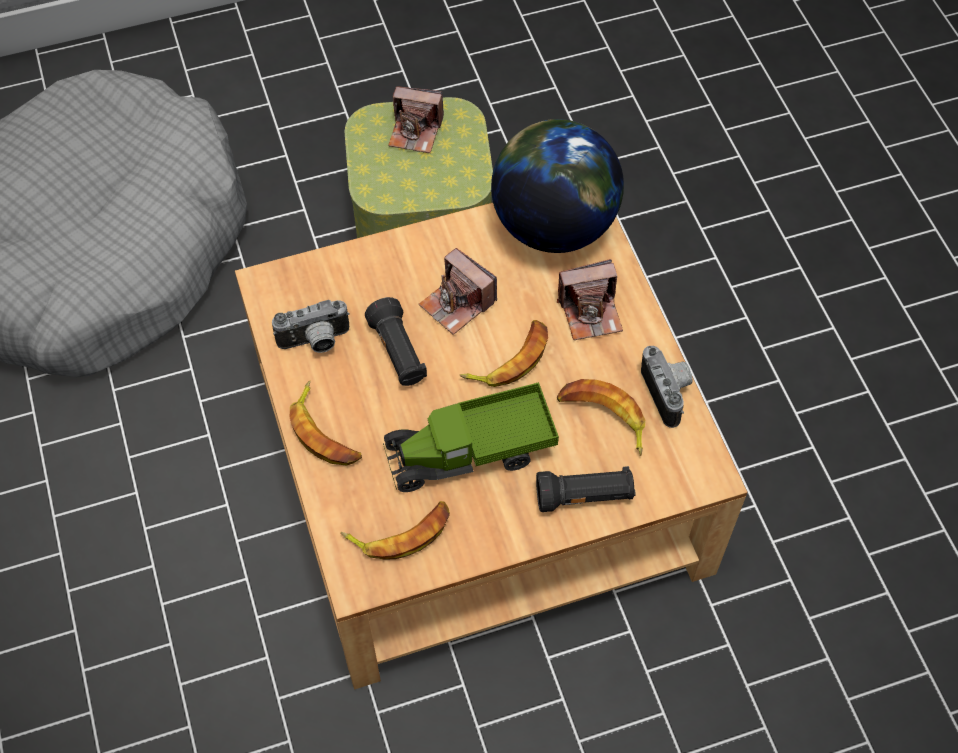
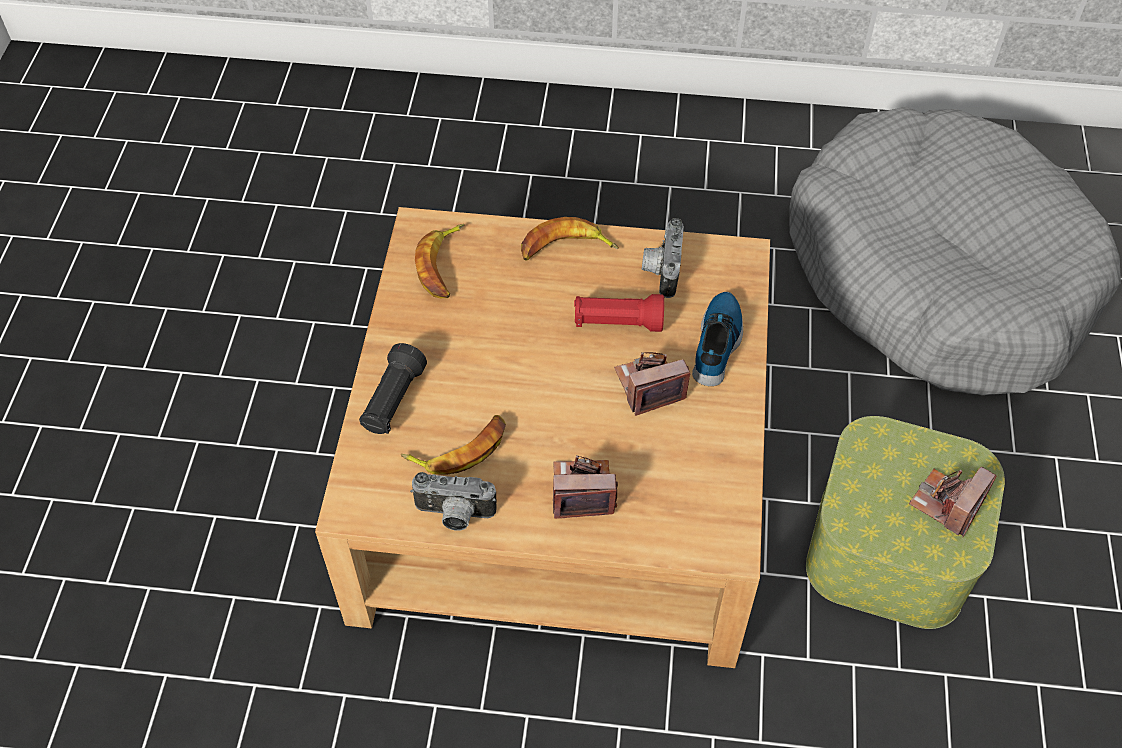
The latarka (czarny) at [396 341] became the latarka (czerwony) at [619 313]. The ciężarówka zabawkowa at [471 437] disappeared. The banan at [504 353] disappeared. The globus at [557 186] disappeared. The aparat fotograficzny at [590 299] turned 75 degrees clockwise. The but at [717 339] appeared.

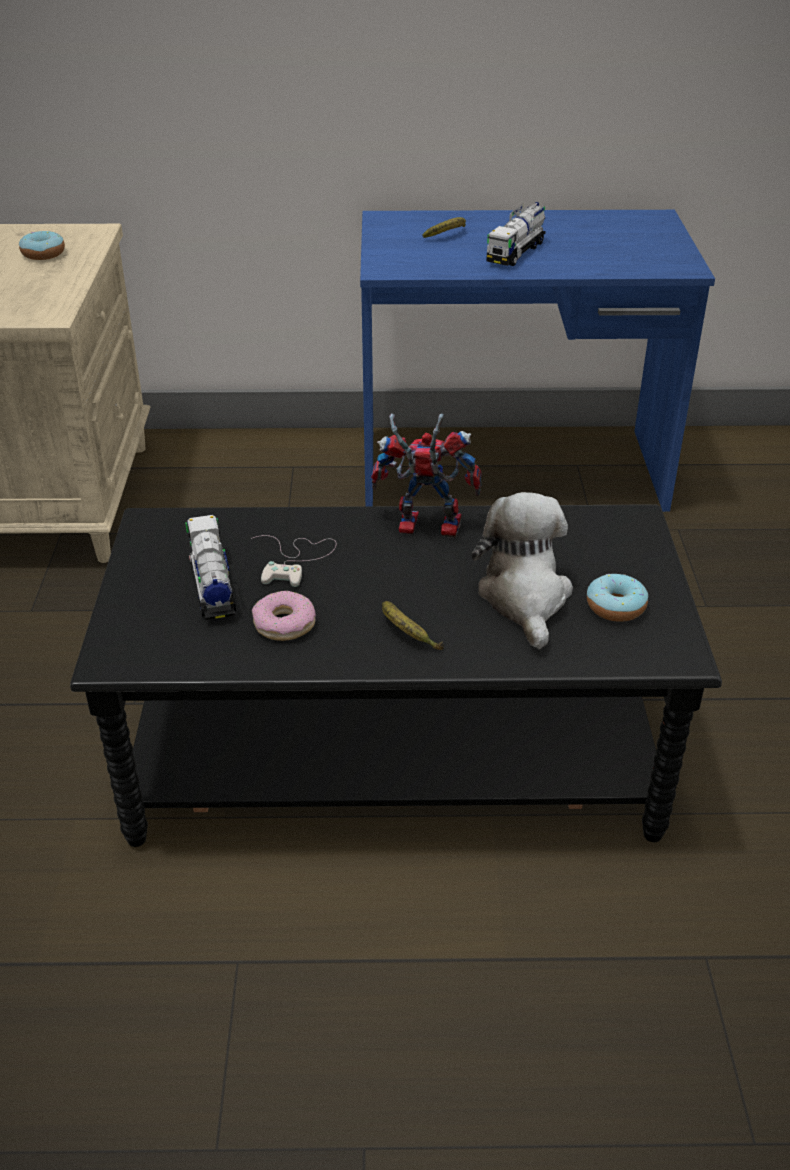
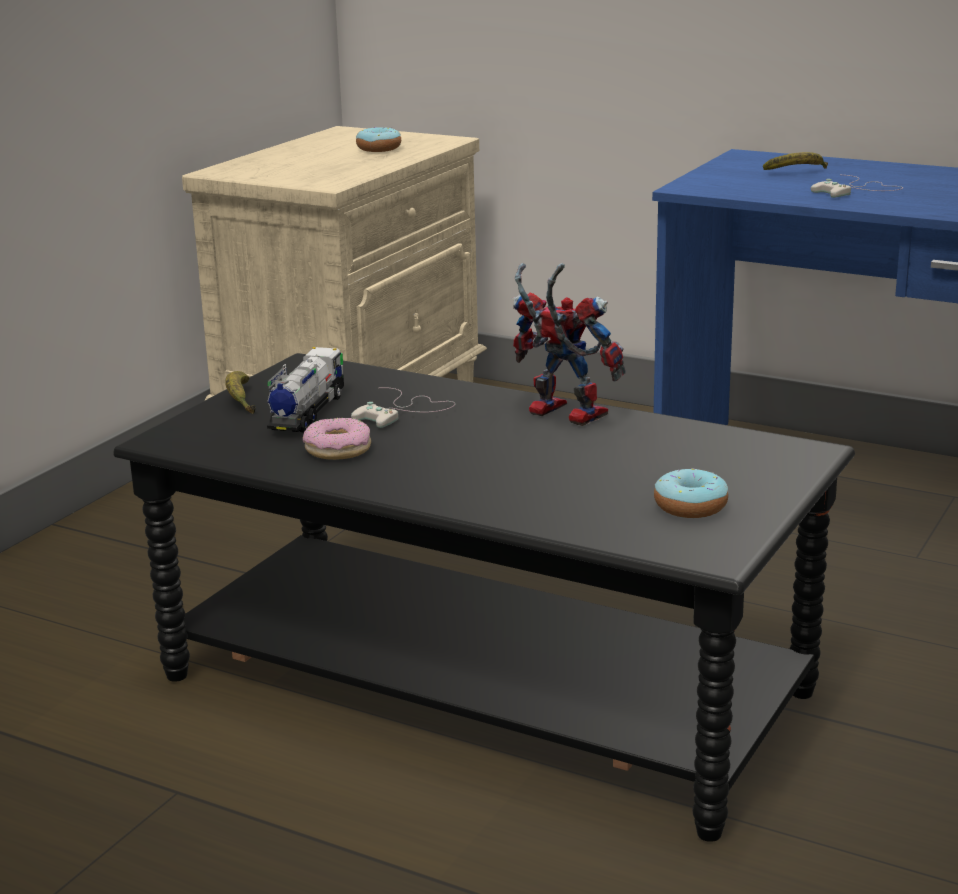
The banan moved from [413 625] to [240 392]. The pluszak at [522 571] disappeared. The ciężarówka zabawkowa at [516 234] was replaced by the pad do gier (biały) at [857 186].

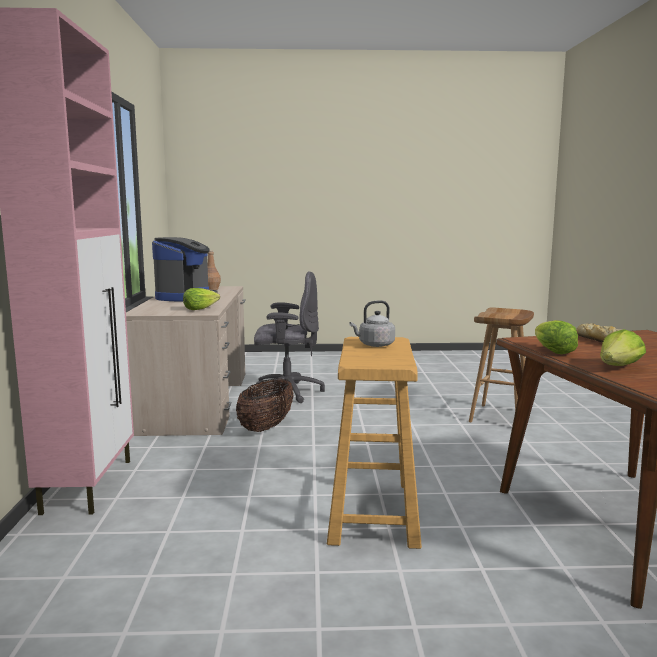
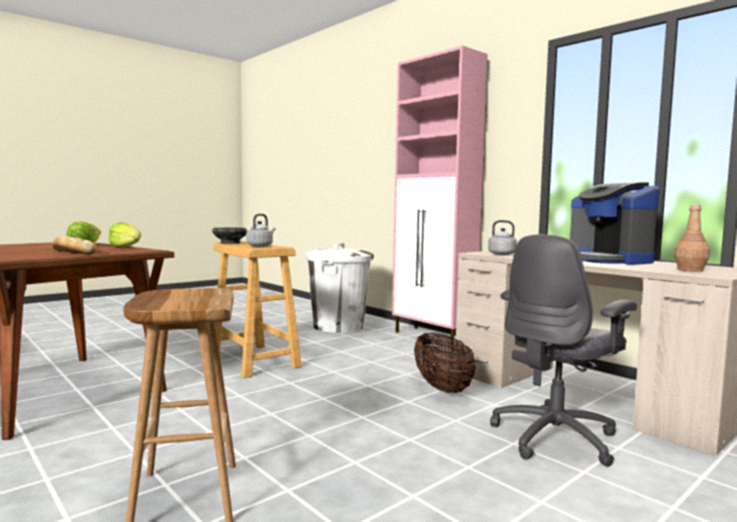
The sałata at [201 299] was replaced by the czajnik (szary) at [507 237]. The miska (czarny) at [230 235] appeared. The kosz na śmieci (biały) at [339 288] appeared.

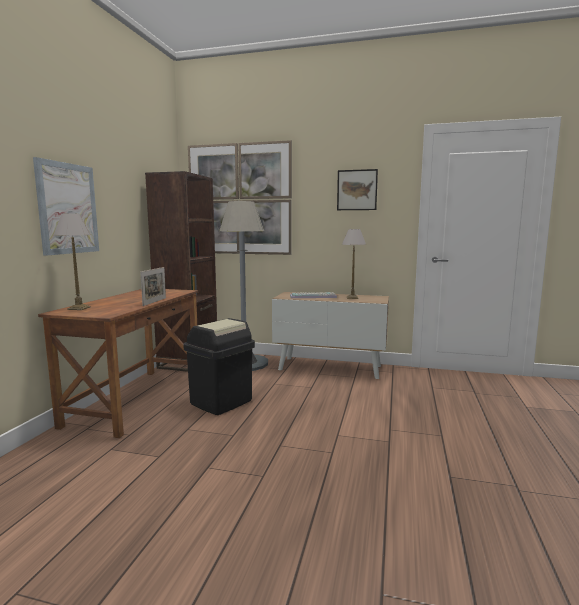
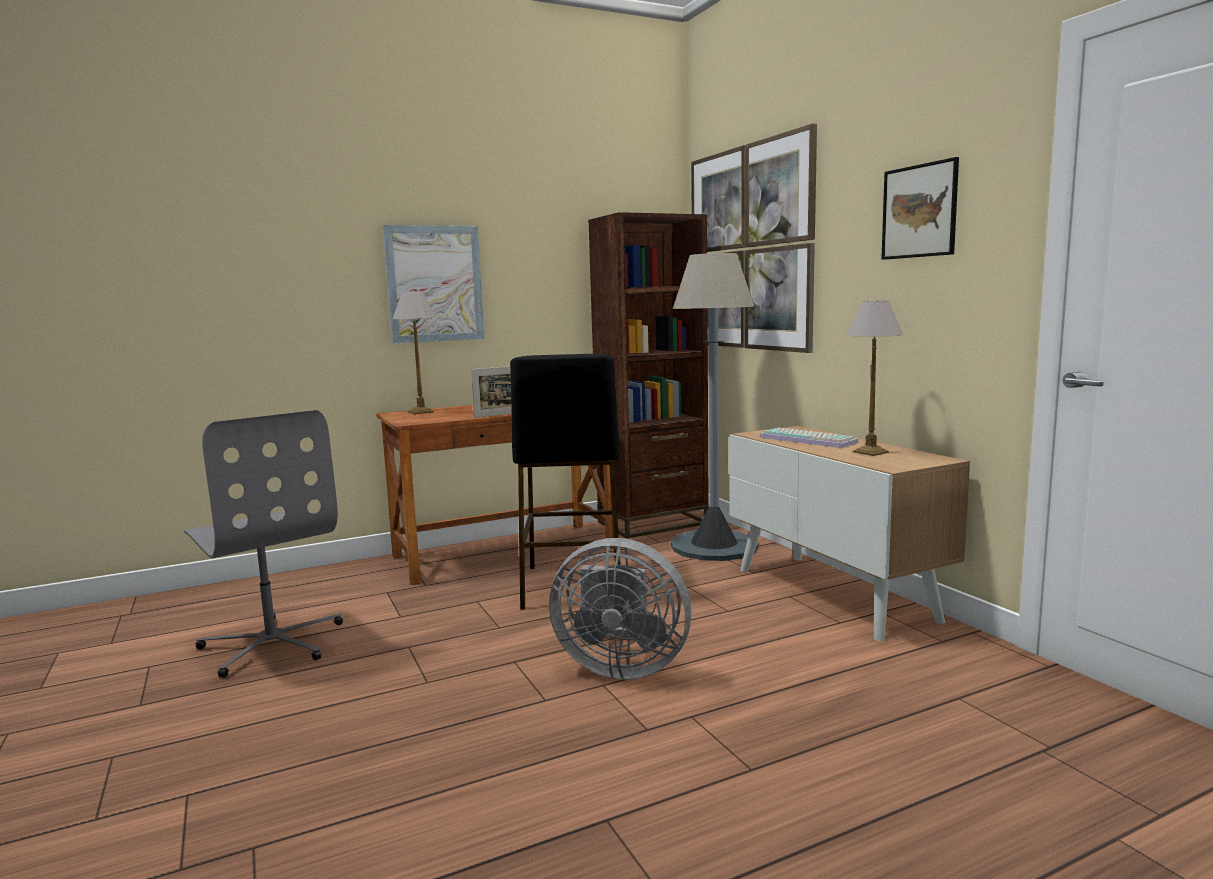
The kosz na śmieci (czarny) at [219 366] was replaced by the stołek (czarny) at [565 482]. The krzesło biurowe (szary) at [263 544] appeared. The wentylator (szary) at [620 609] appeared.

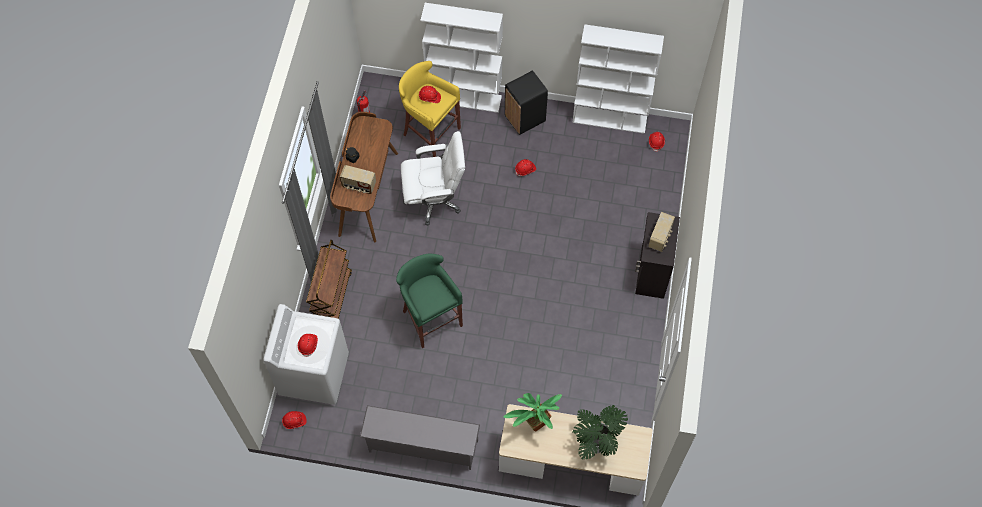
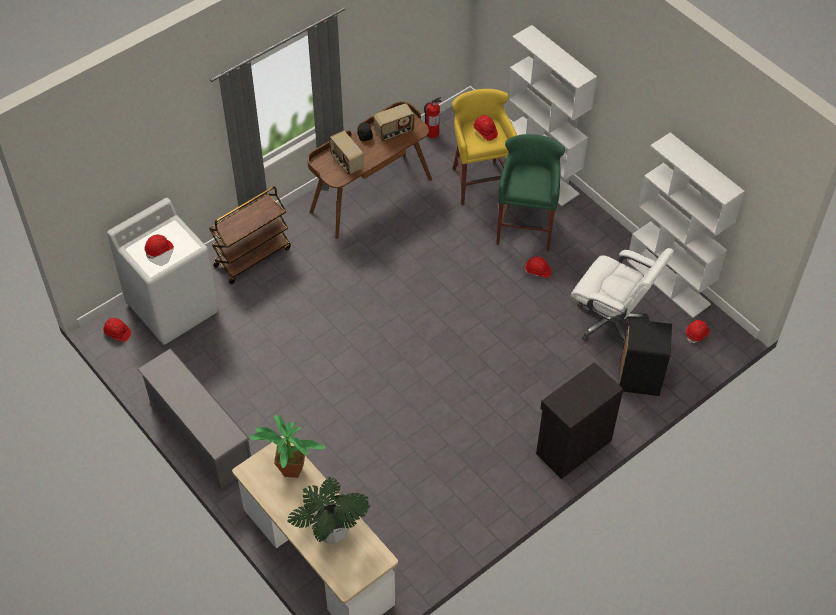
The stołek (zielony) moved from [429 301] to [530 192]. The krzesło biurowe (biały) moved from [433 178] to [622 297]. The kosz na śmieci (czarny) moved from [526 103] to [645 357]. The radio moved from [661 232] to [394 122].

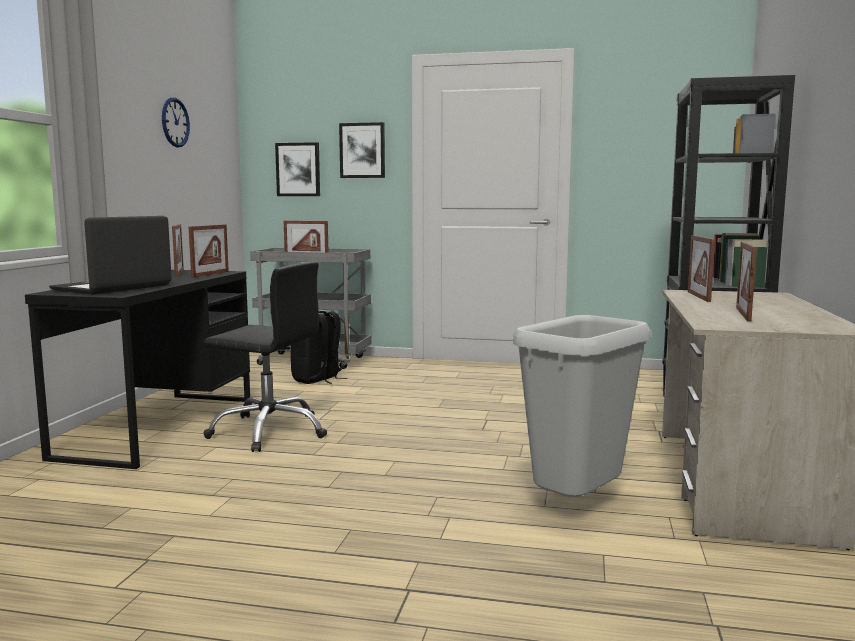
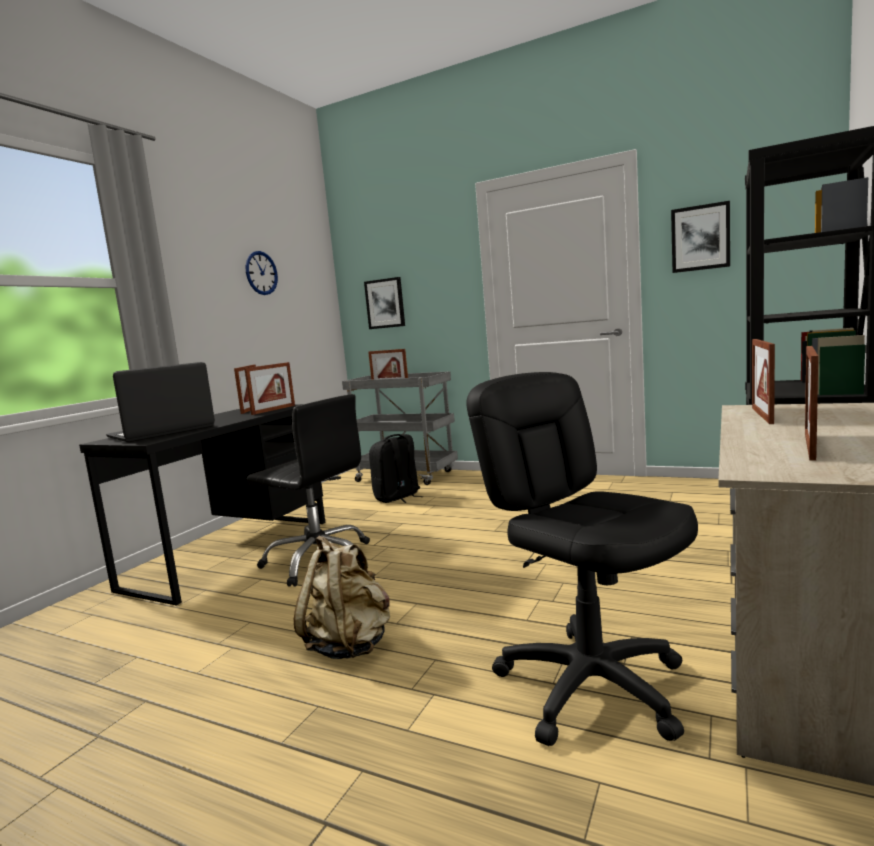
The obraz moved from [362 150] to [700 237]. The kosz na śmieci (szary) at [582 406] was replaced by the krzesło biurowe (czarny) at [582 559]. The plecak (beżowy) at [342 597] appeared.

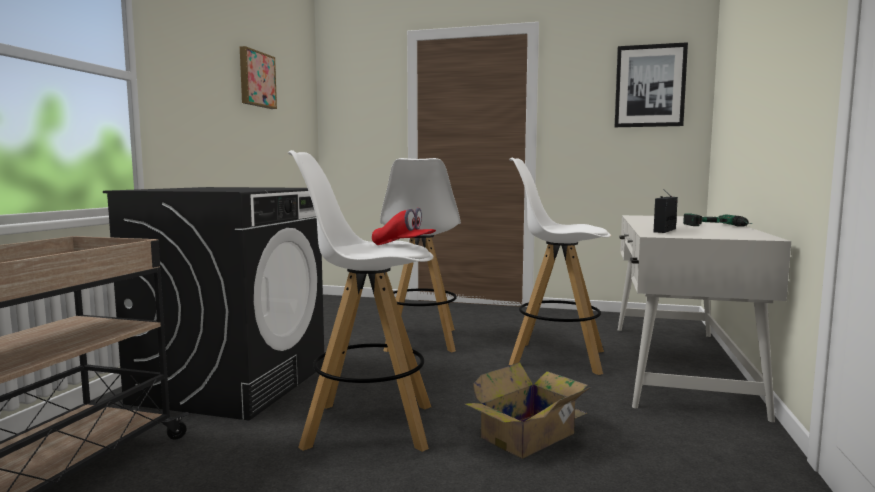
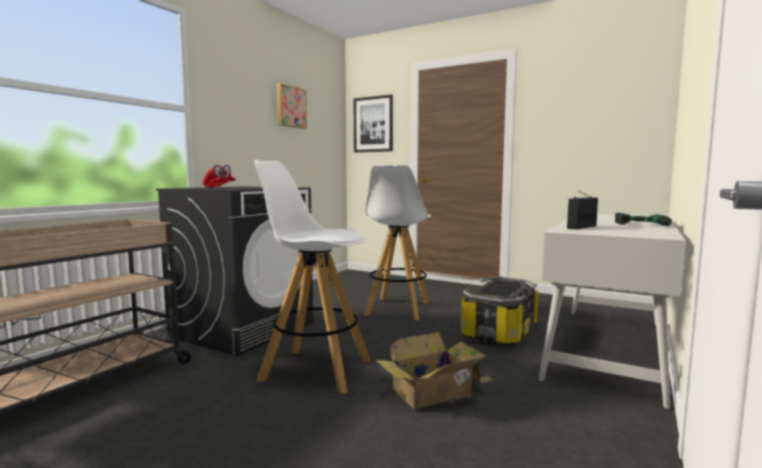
The czapka z daszkiem (czerwony) moved from [404 226] to [219 176]. The stołek (biały) at [560 266] was replaced by the pojemnik do przechowywania at [499 311]. The obraz moved from [651 84] to [373 123].

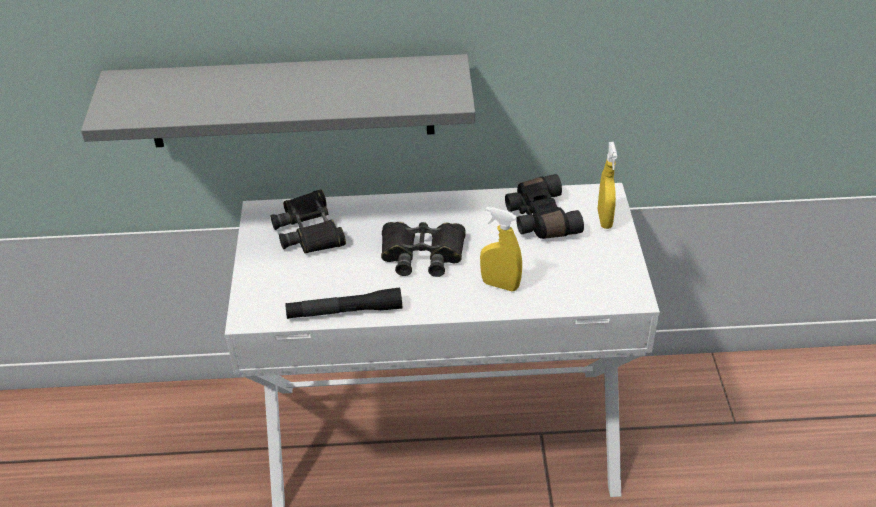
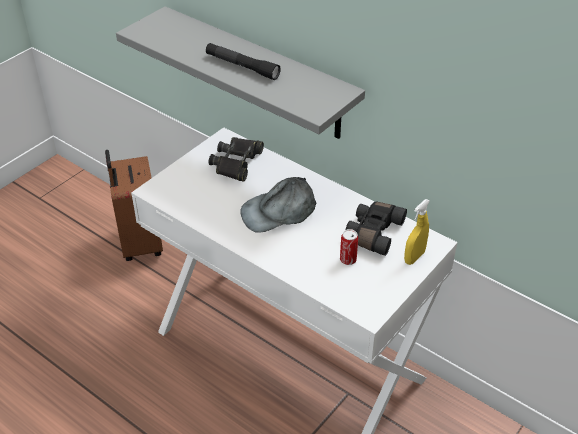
The latarka (czarny) moved from [343 303] to [243 61]. The lornetka (czarny) at [423 249] was replaced by the czapka z daszkiem (szary) at [278 205]. The spryskiwacz (żółty) at [501 249] disappeared. The walizka (brązowy) at [134 205] appeared. The puszka at [349 247] appeared.

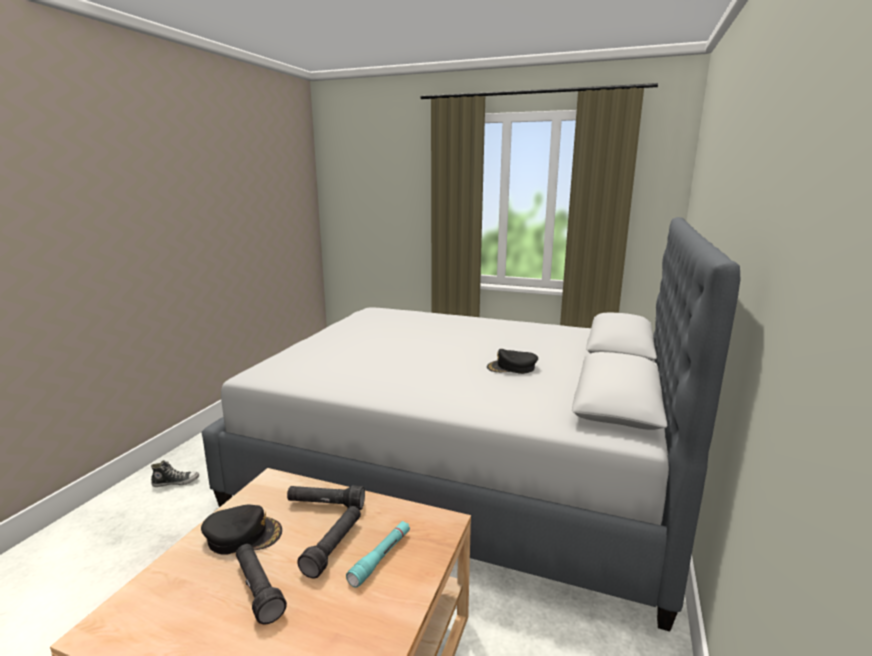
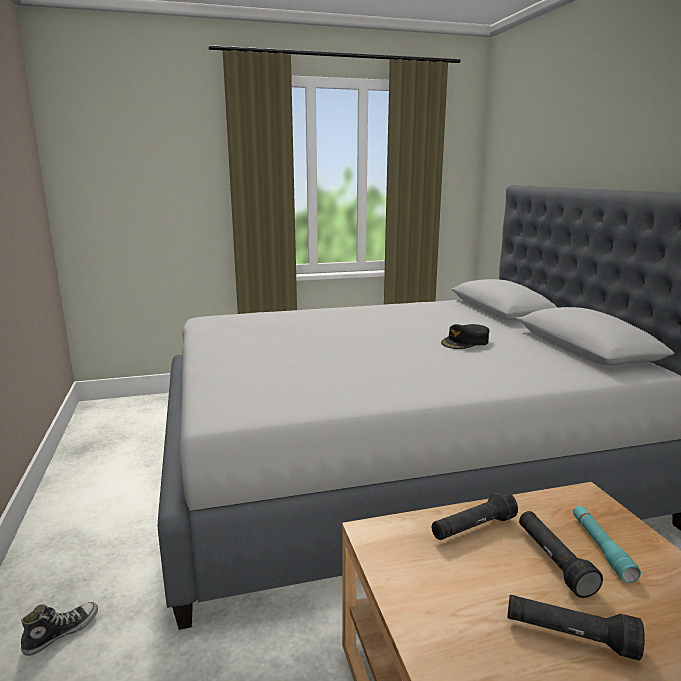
The czapka z daszkiem (czarny) at [241 530] disappeared.

